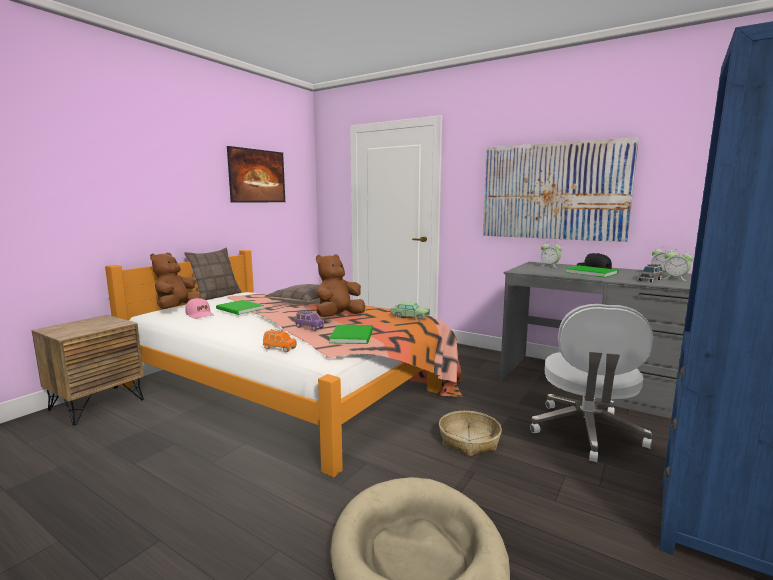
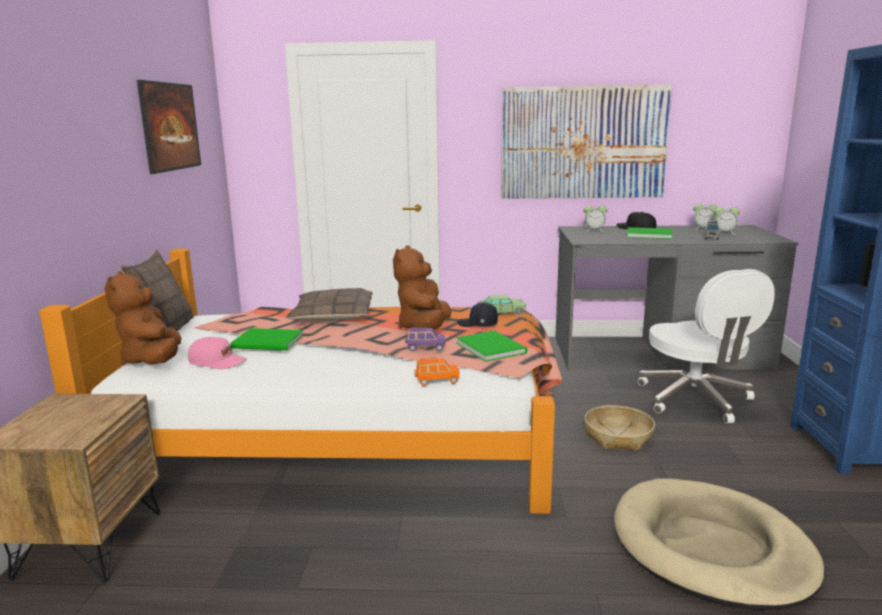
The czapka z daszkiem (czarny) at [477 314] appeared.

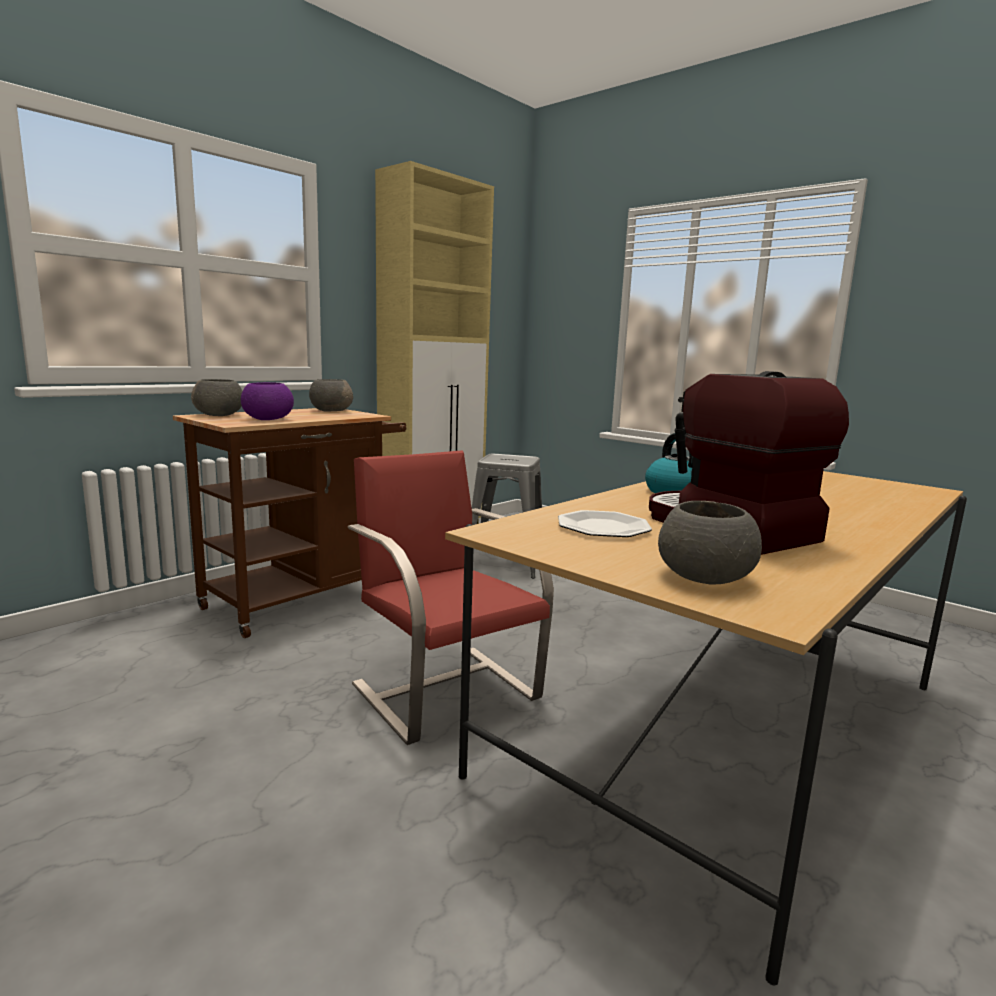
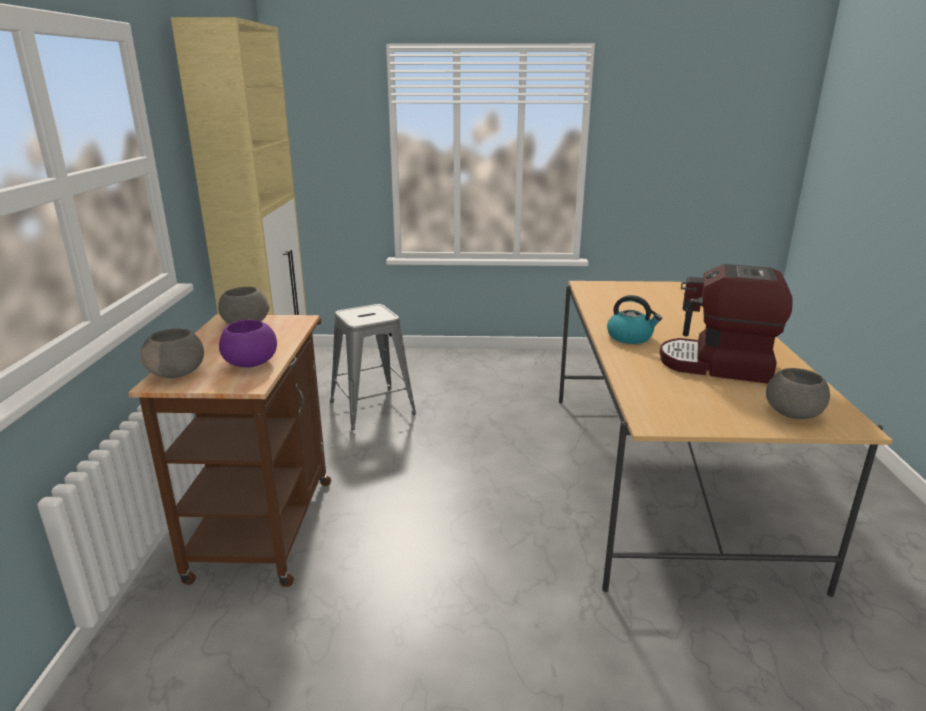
The krzesło (czerwony) at [451 597] disappeared. The talerz at [605 523] disappeared.

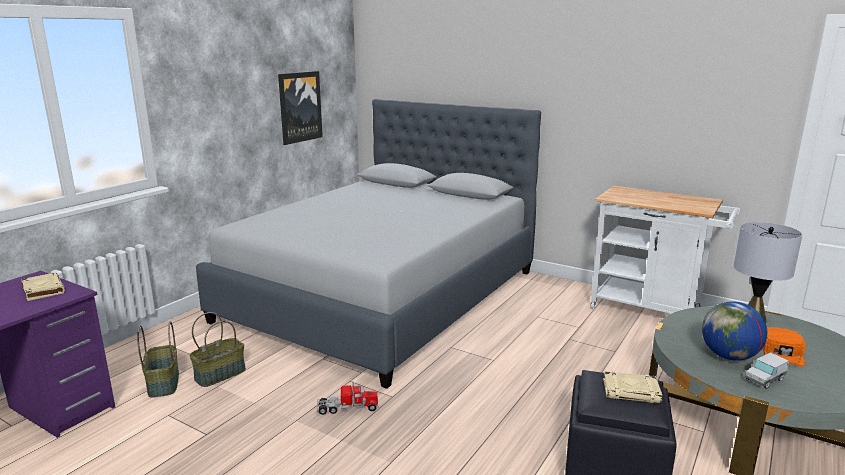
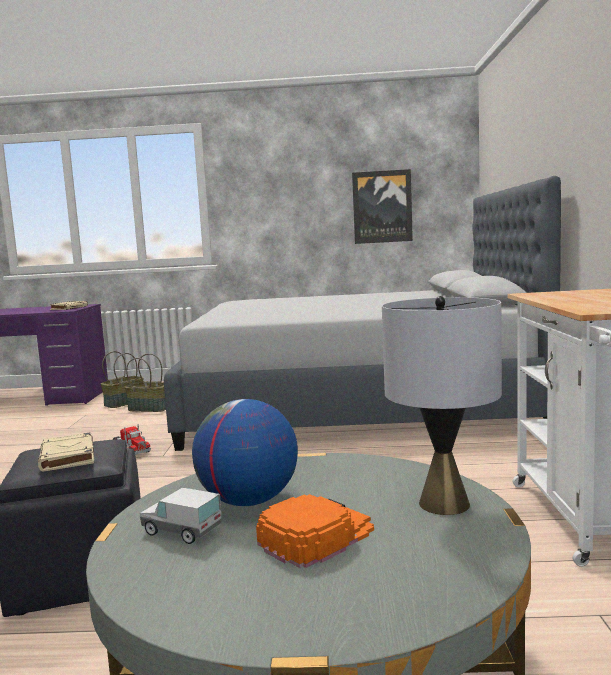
The czapka z daszkiem (pomarańczowy) at [784 347] turned 150 degrees clockwise.

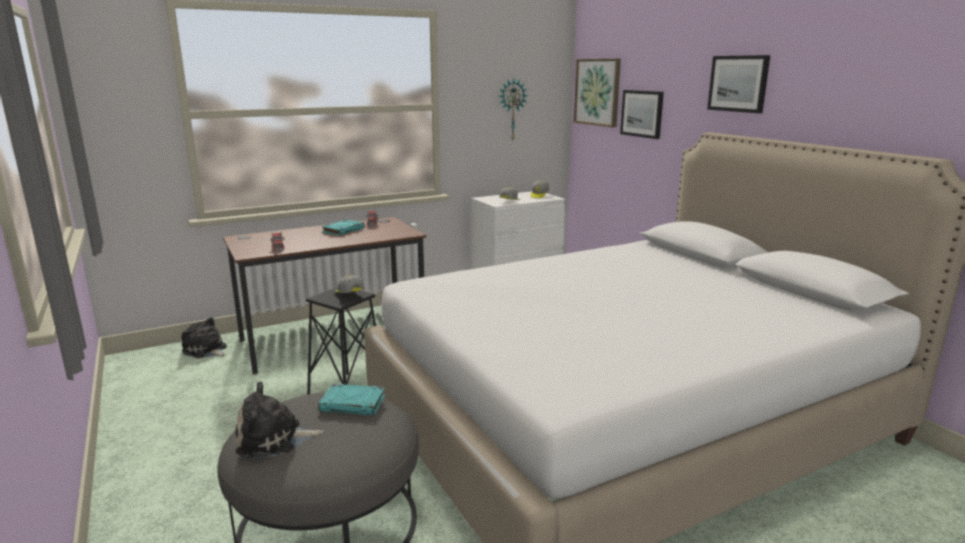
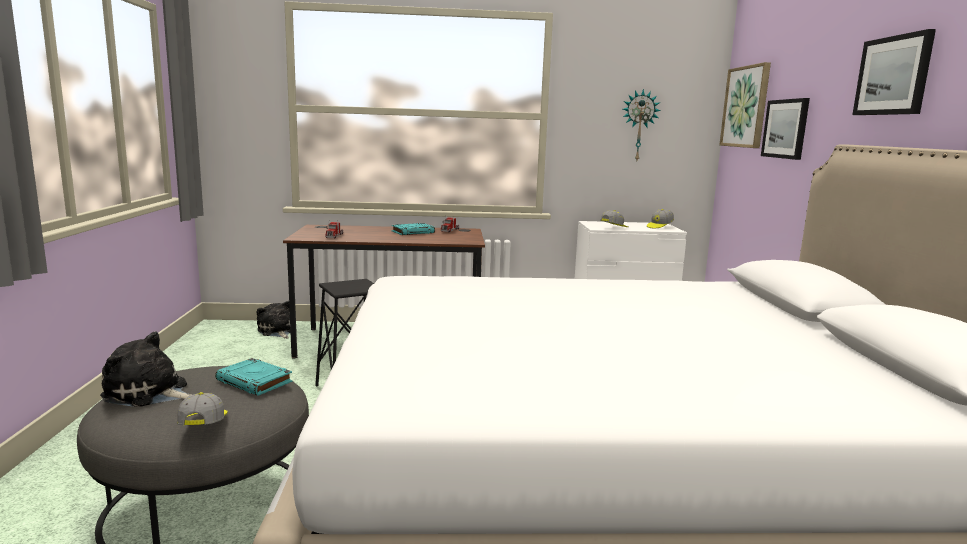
The czapka z daszkiem moved from [350 284] to [202 408].

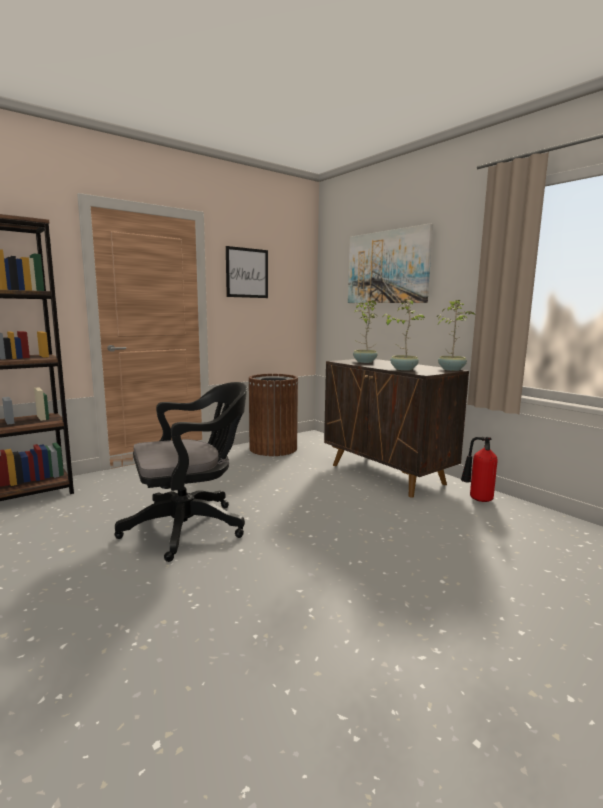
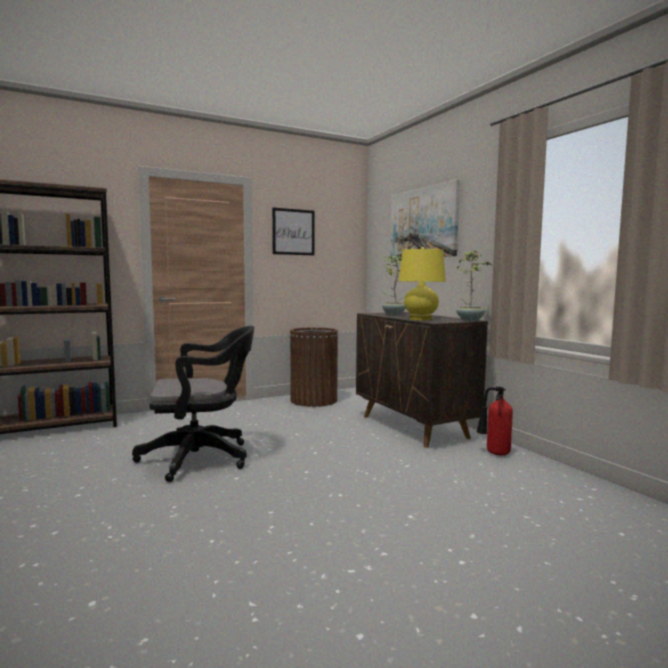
The roślina doniczkowa at [404 335] was replaced by the lampa stołowa (żółty) at [422 283].

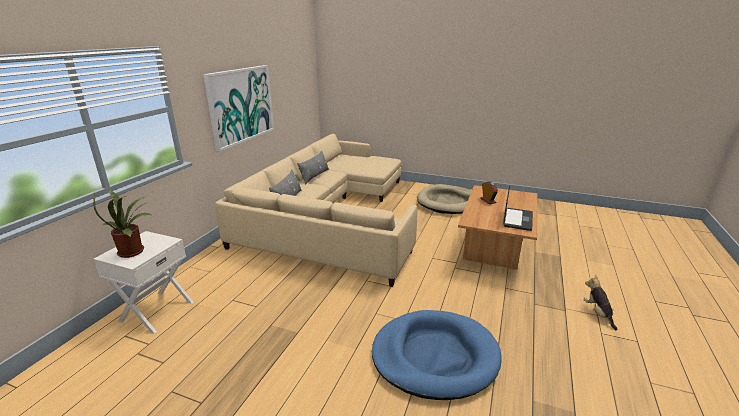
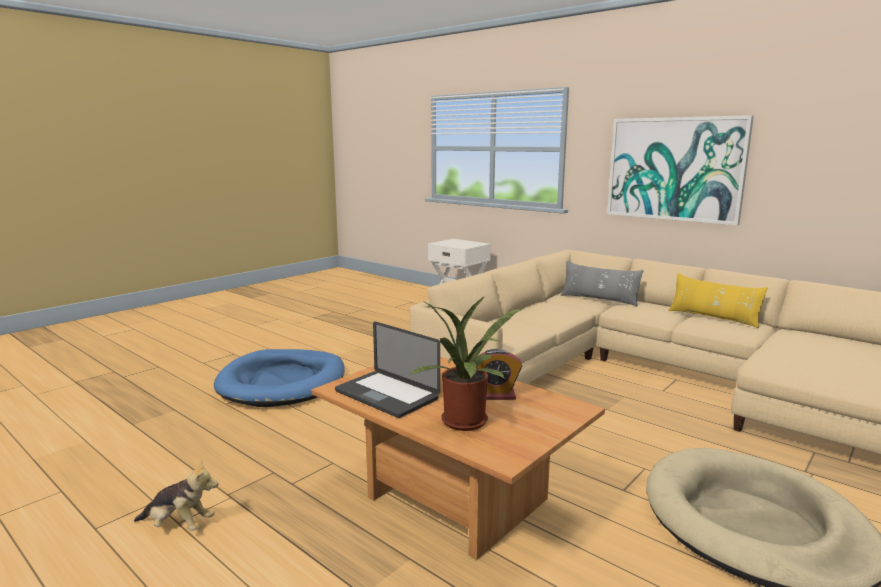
The roślina doniczkowa moved from [123 224] to [466 363]. The poduszka (szary) at [313 168] became the poduszka (żółty) at [718 300].

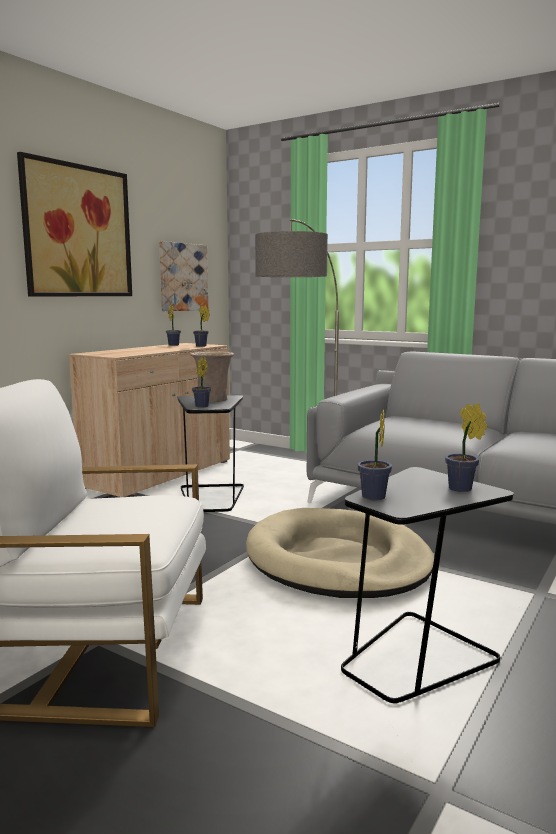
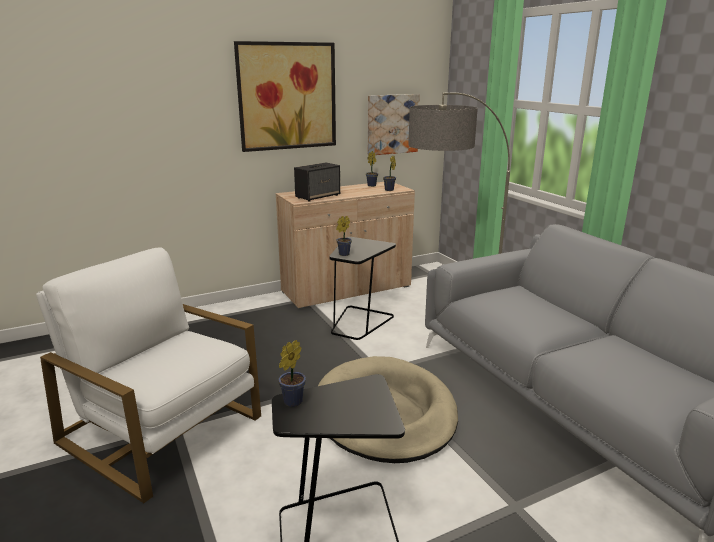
The wazon (beżowy) at [212 377] disappeared. The roślina doniczkowa at [466 447] disappeared. The głośnik at [317 182] appeared.

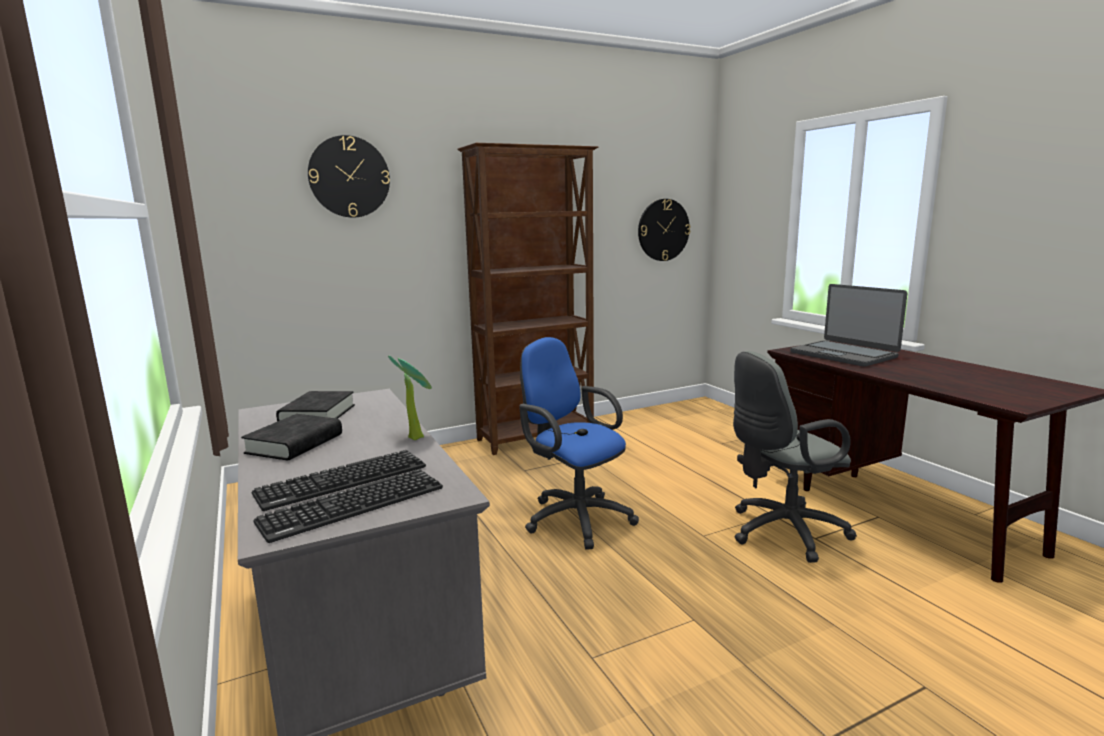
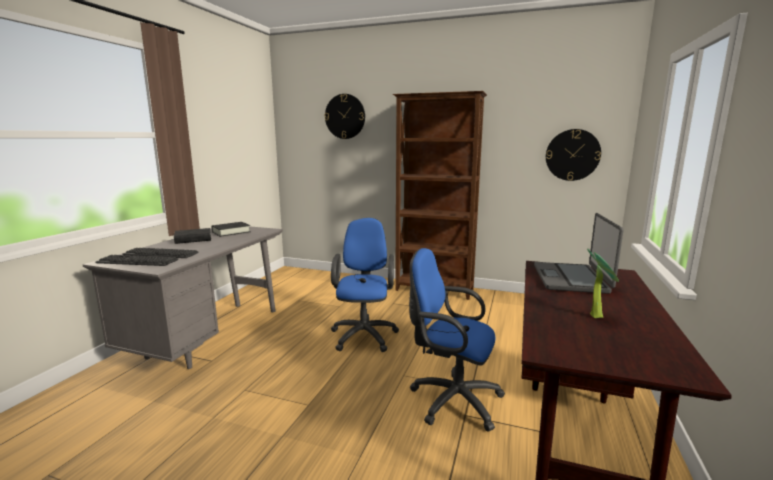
The roślina doniczkowa moved from [410 397] to [603 283]. The krzesło biurowe (szary) at [795 457] became the krzesło biurowe (niebieski) at [457 340].

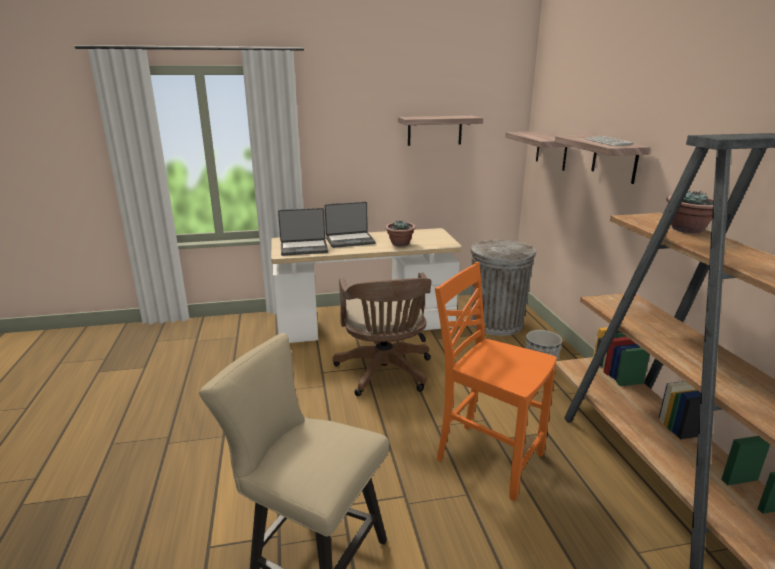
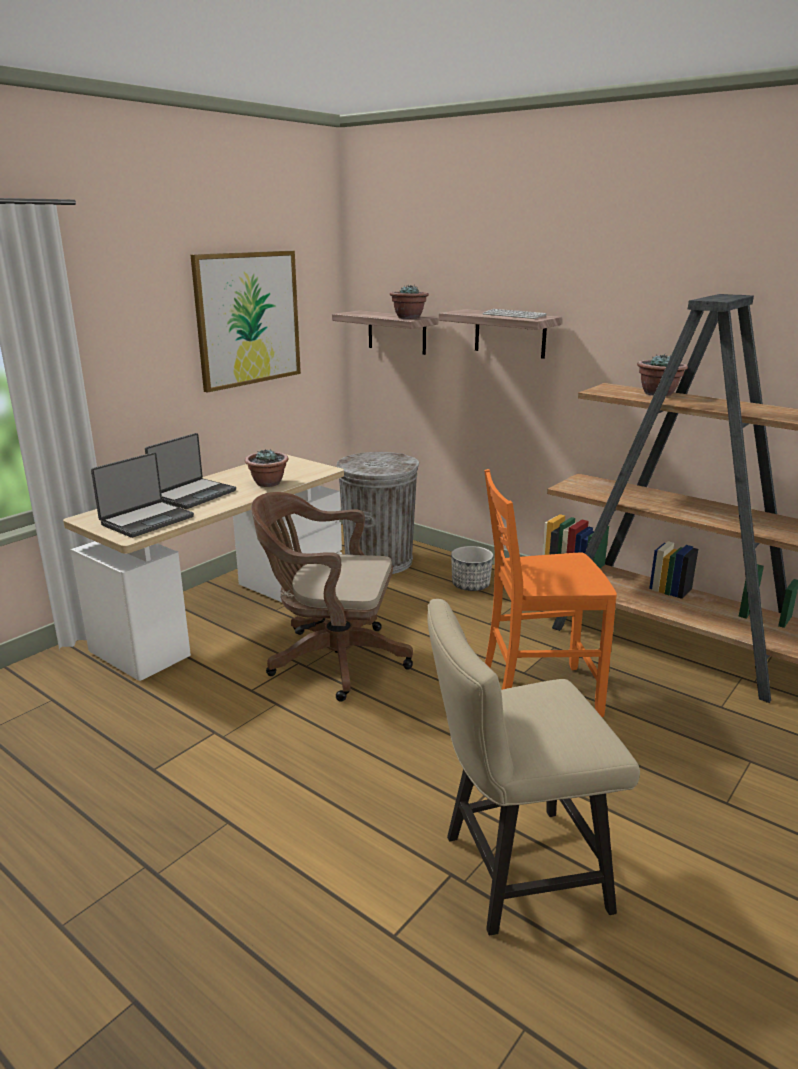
The krzesło biurowe (brązowy) at [382 334] turned 150 degrees clockwise. The półka at [440 131] was replaced by the obraz at [246 322]. The roślina doniczkowa at [409 302] appeared.

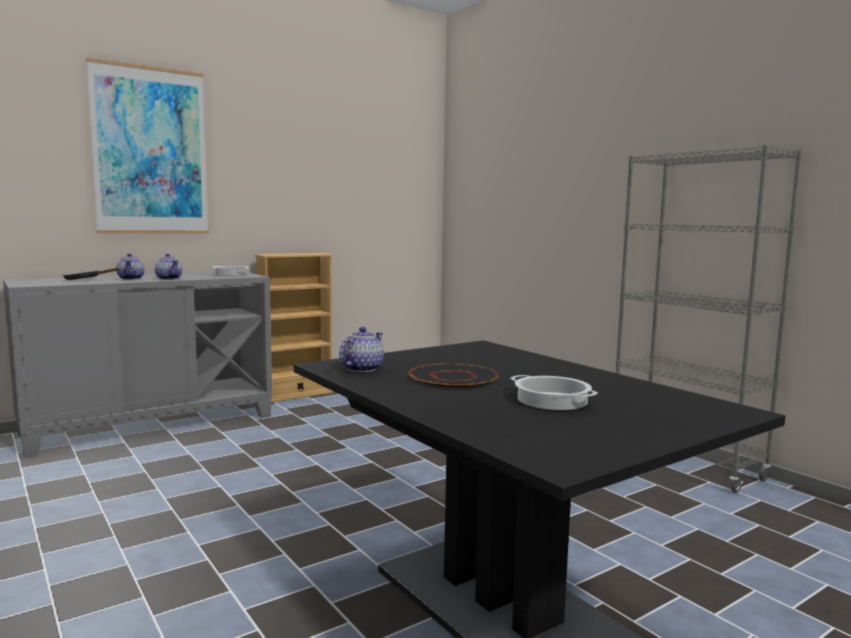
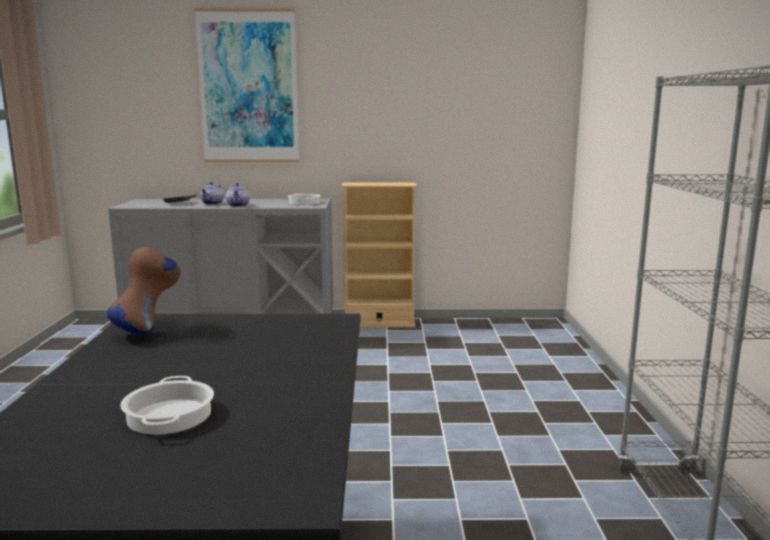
The imbryk at [361 349] was replaced by the wazon (brązowy) at [144 291]. The talerz (czarny) at [454 376] disappeared.

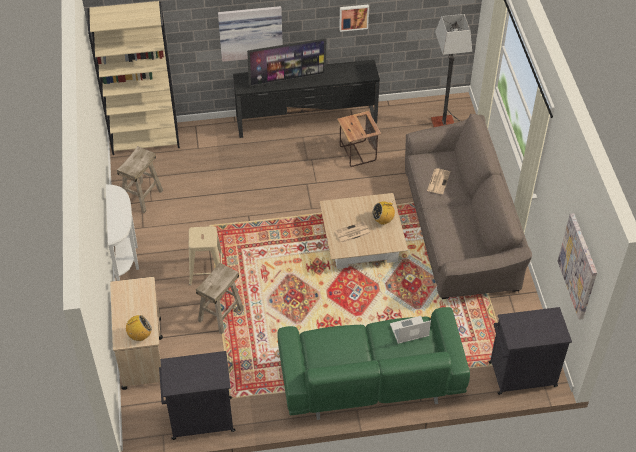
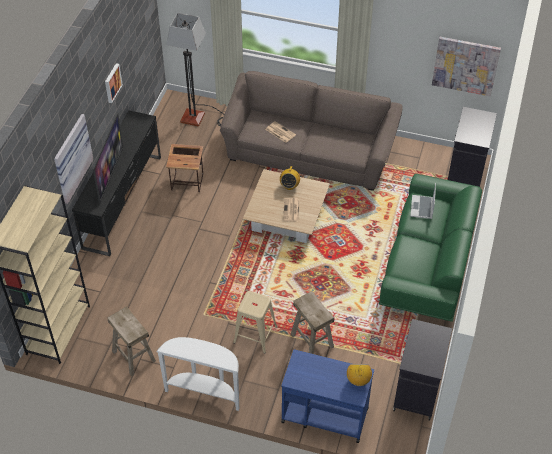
The wózek (beżowy) at [136 333] became the wózek (niebieski) at [327 396].

